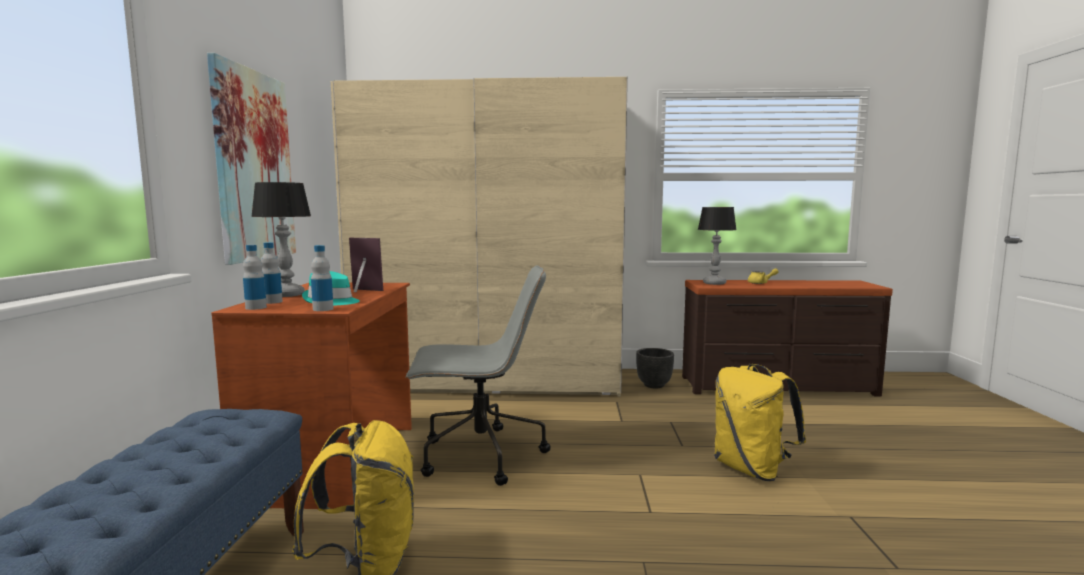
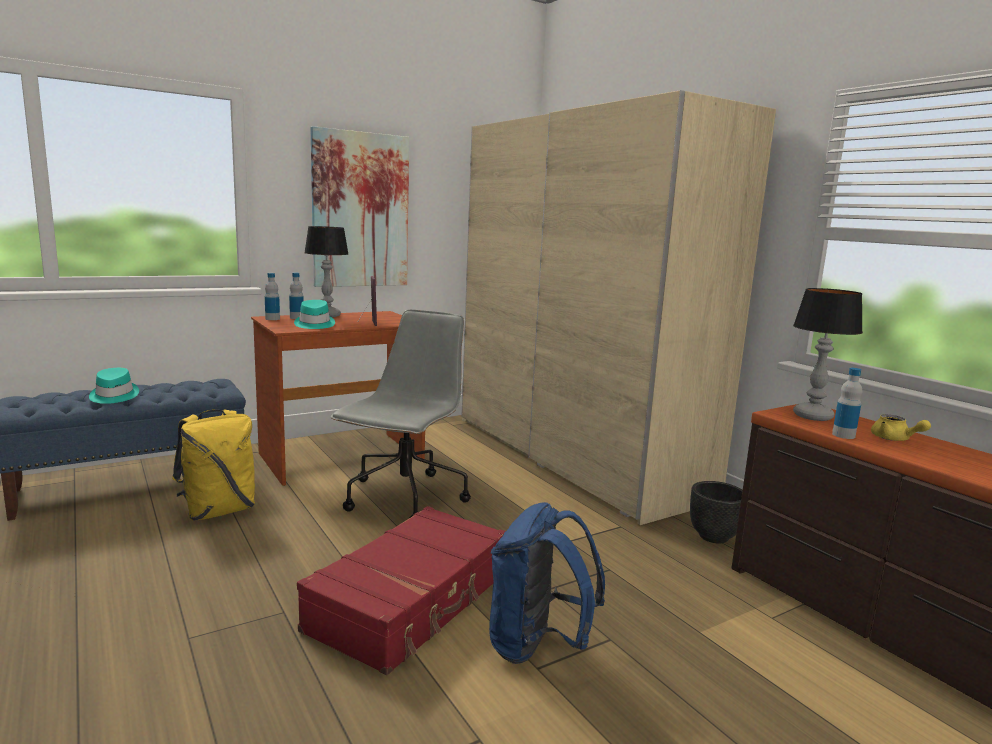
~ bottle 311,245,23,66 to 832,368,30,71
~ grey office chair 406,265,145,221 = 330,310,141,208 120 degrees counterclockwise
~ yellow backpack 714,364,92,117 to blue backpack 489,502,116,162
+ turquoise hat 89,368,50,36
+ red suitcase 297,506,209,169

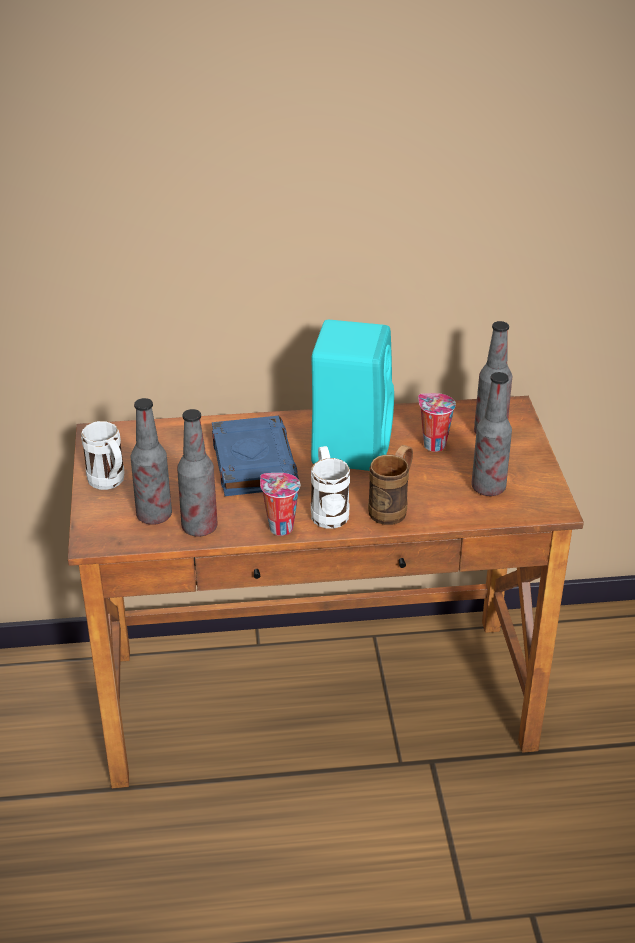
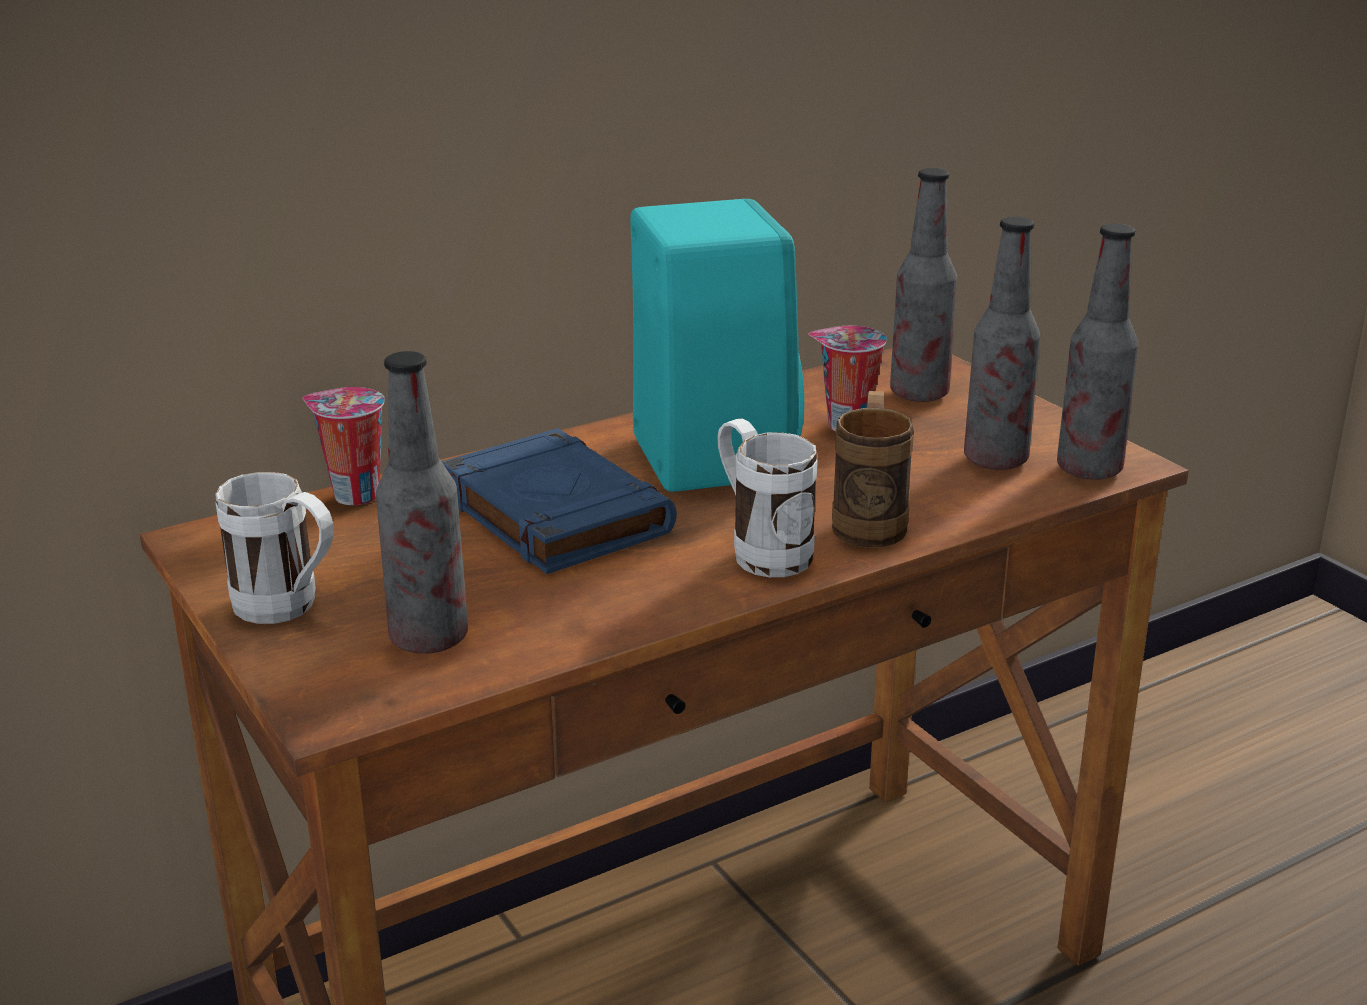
~ bottle 177,409,41,128 to 1057,223,82,257
~ cup 260,473,40,63 to 302,387,83,118

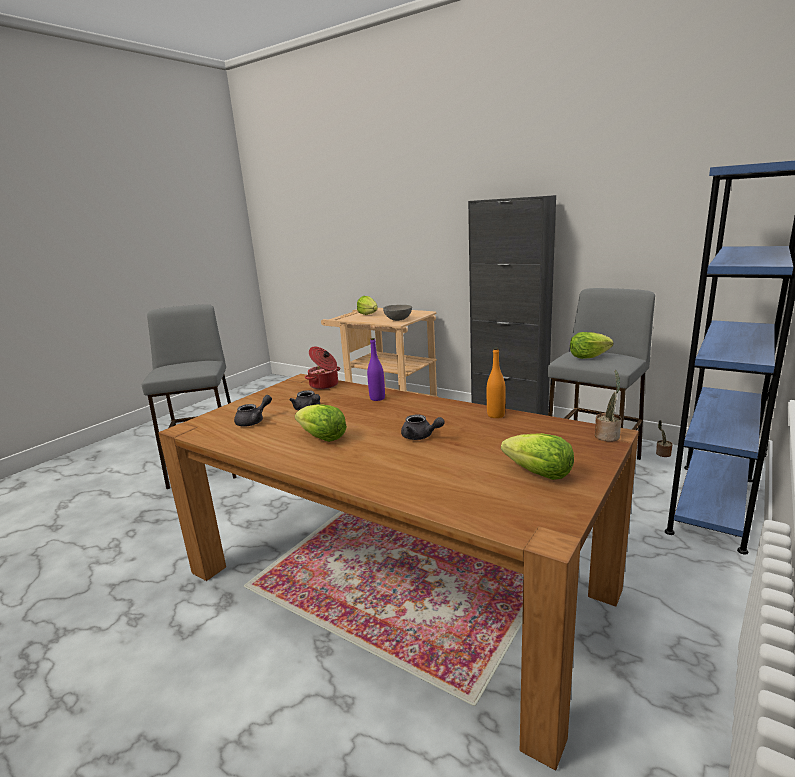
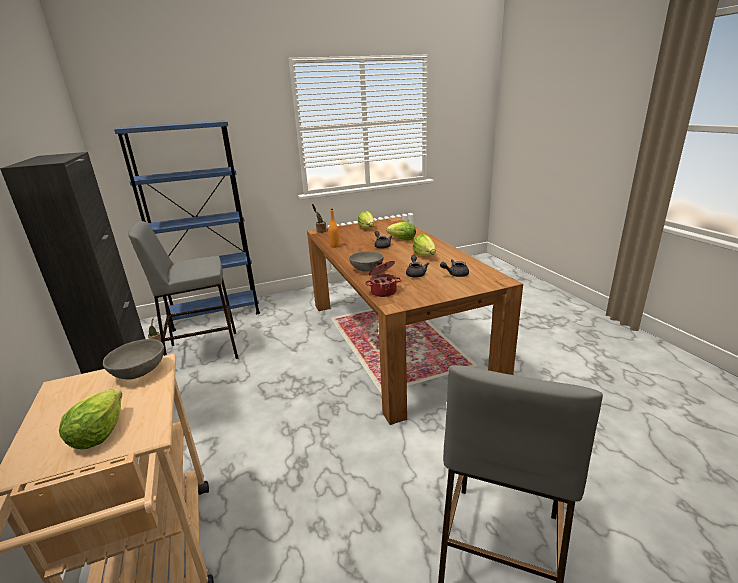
~ purple bottle 367,338,18,63 to grey bowl 349,251,35,21
~ lettuce 570,332,44,27 to 386,222,30,19

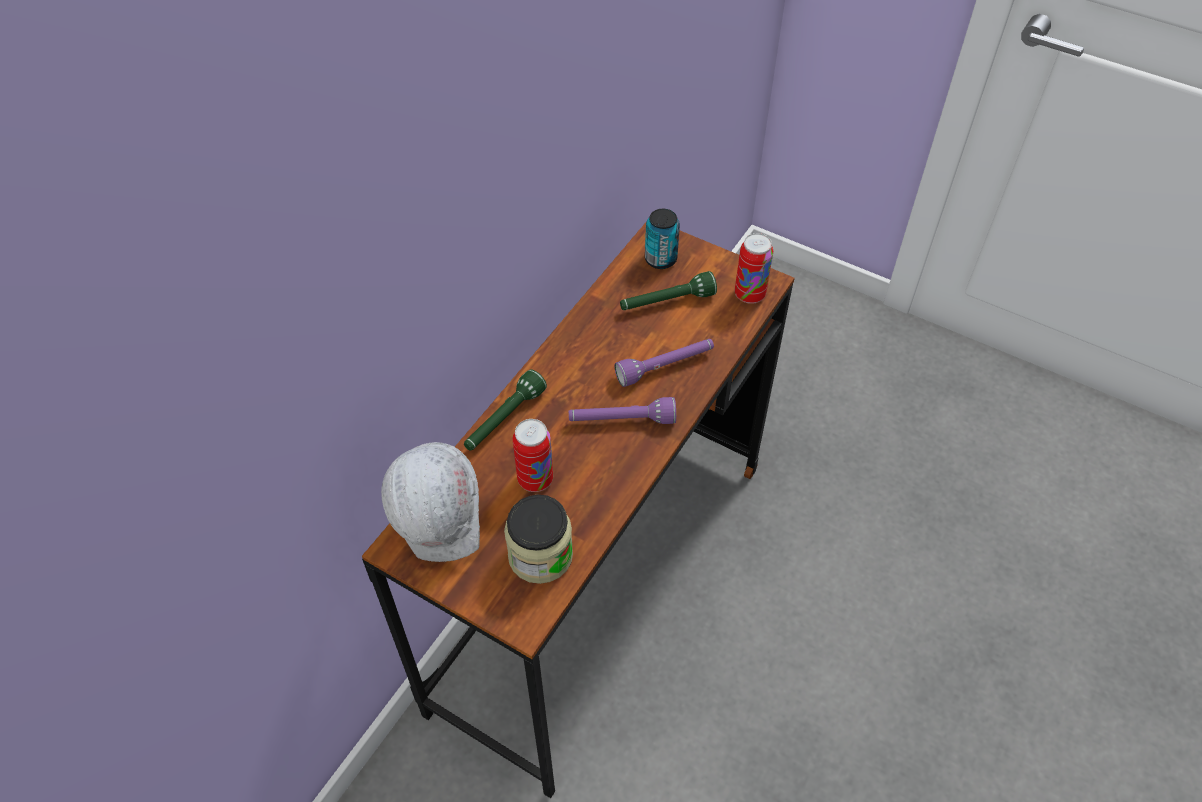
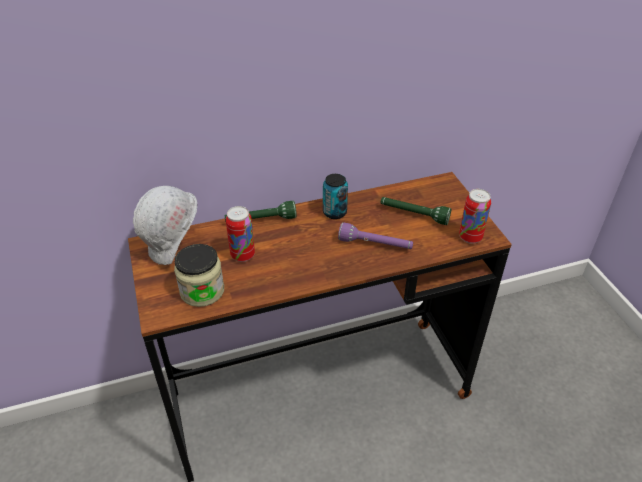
- purple flashlight 569,397,107,27
~ can 645,209,35,60 to 323,174,25,45

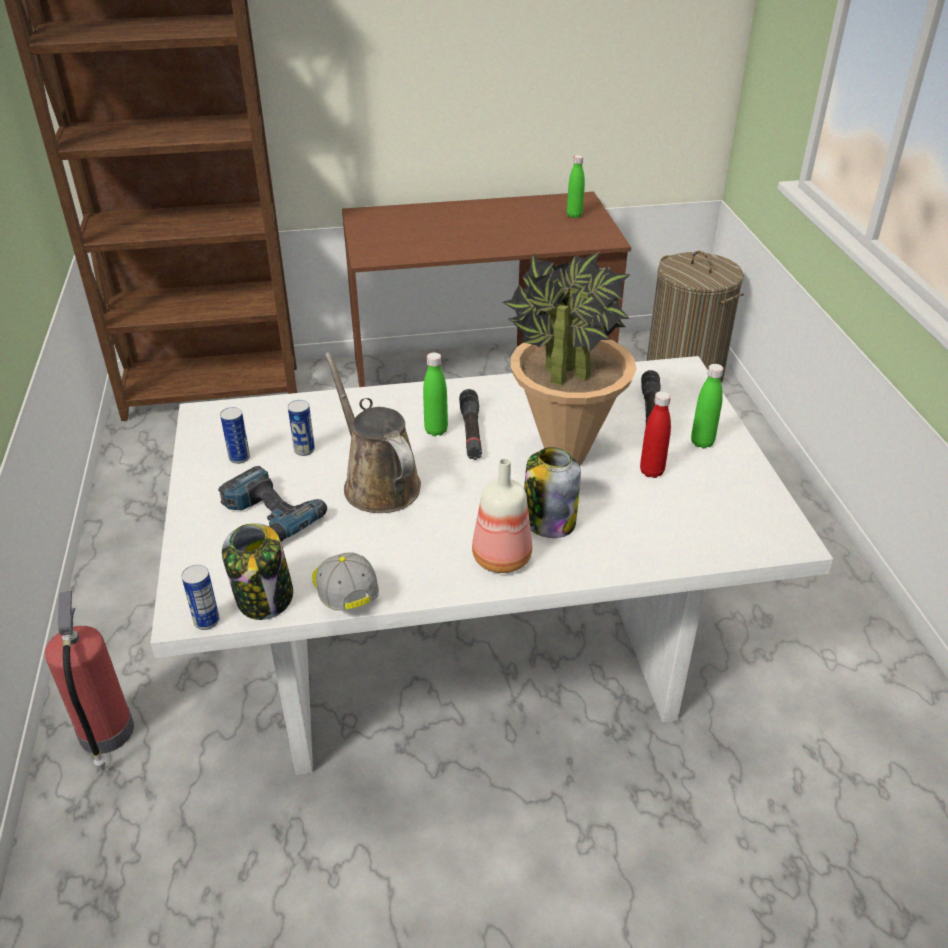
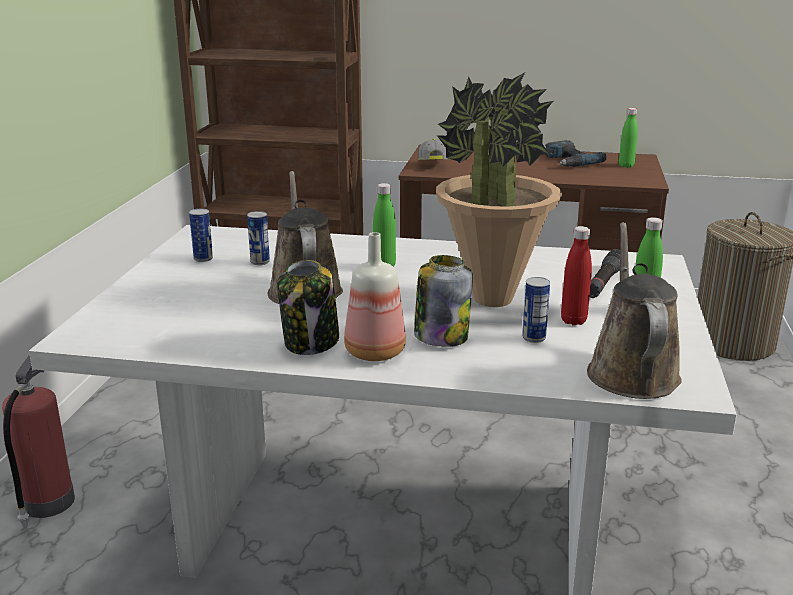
~ can 182,565,38,65 to 522,277,28,66
~ power drill 218,466,109,76 to 545,140,62,27
~ jar 222,523,71,97 to 277,260,62,95
~ cap 312,552,67,59 to 418,139,30,21
- black flashlight 459,389,23,71
+ brown watering can 587,222,95,177

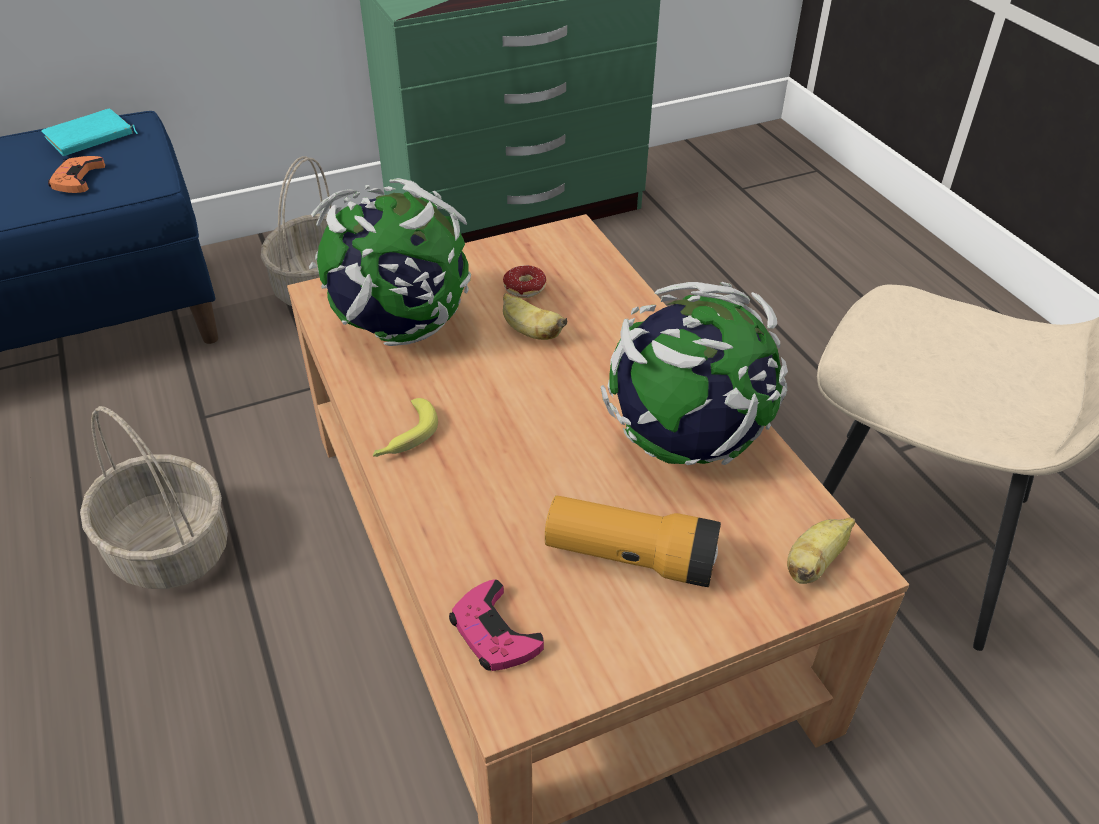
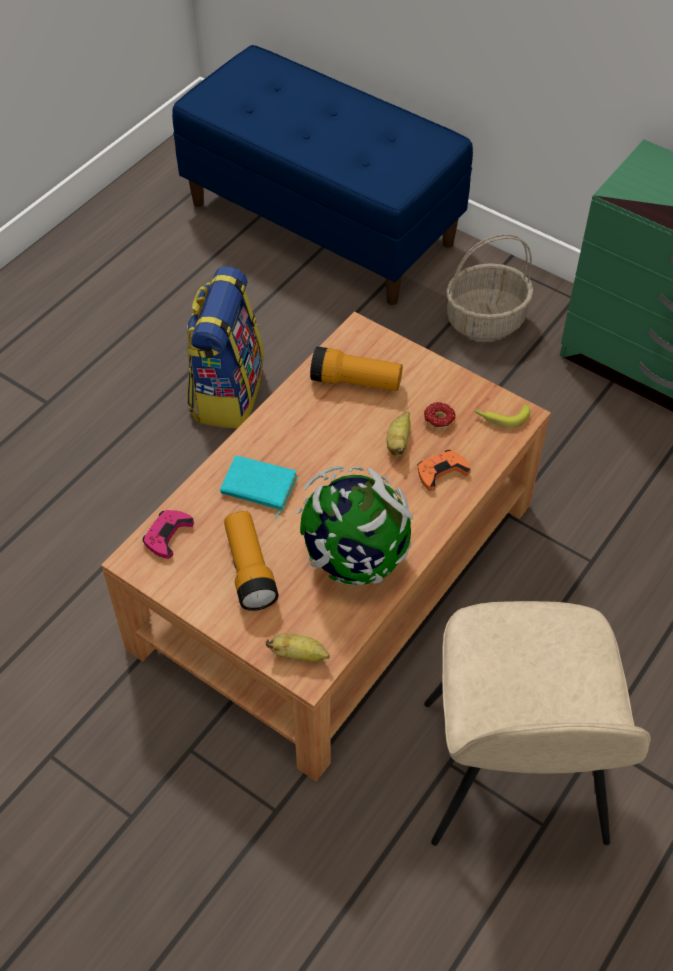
~ turquoise book 42,109,96,47 to 220,456,78,63
~ orange game controller 48,156,57,37 to 417,450,54,41
~ basket 80,406,148,183 to backpack 187,266,77,162
~ globe 309,178,162,168 to flashlight 310,346,92,45
~ banana 373,398,65,59 to 474,404,56,23

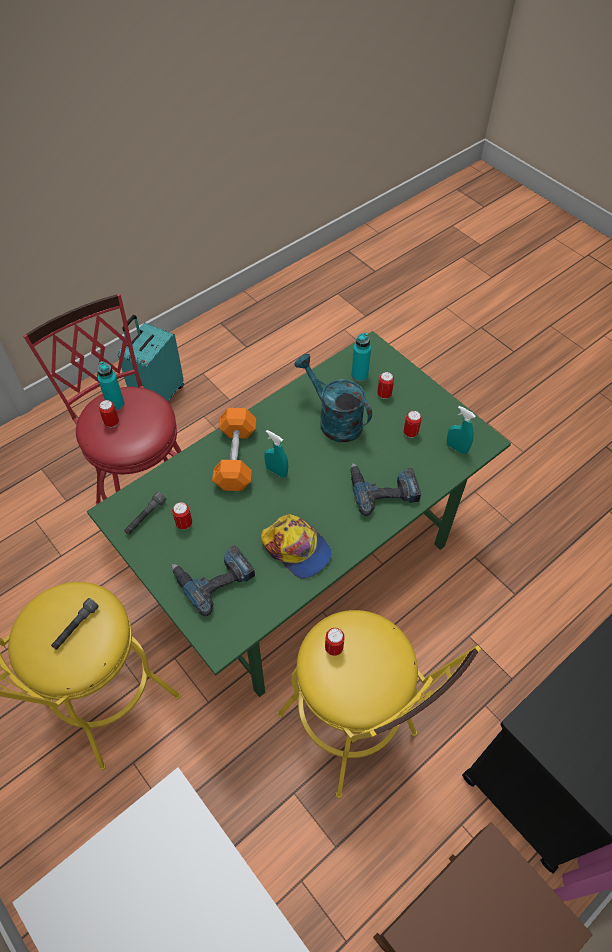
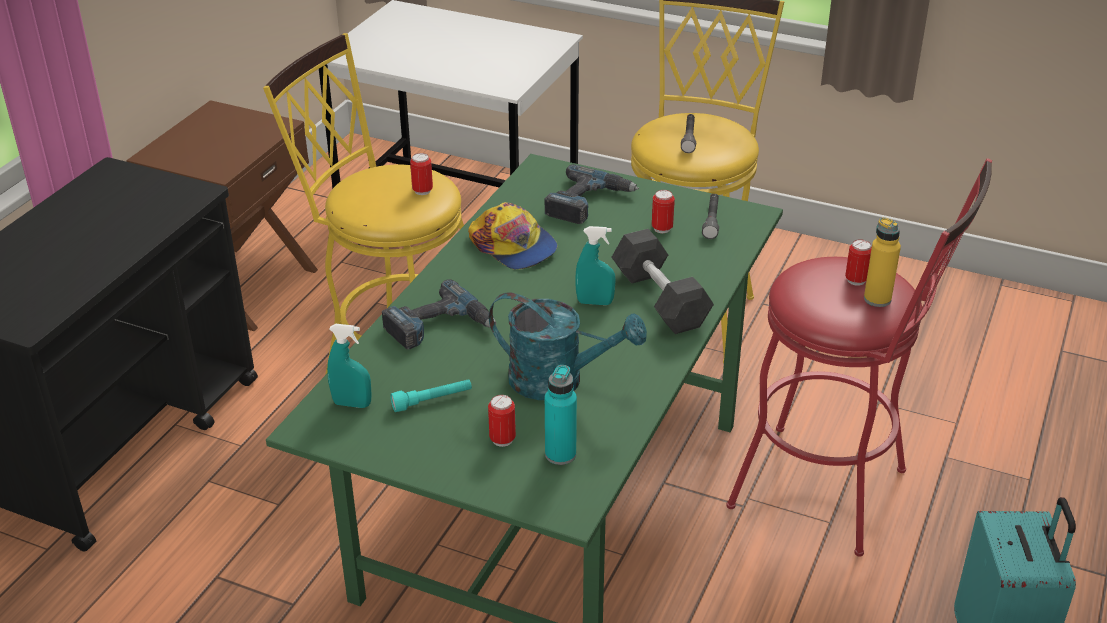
~ turquoise bottle 97,361,27,50 to yellow bottle 864,217,37,90
~ orange dumbbell 212,408,44,83 to grey dumbbell 612,229,102,105
~ cap 261,514,71,65 = 468,202,90,67 150 degrees counterclockwise
~ can 404,410,18,28 to turquoise flashlight 390,379,82,33

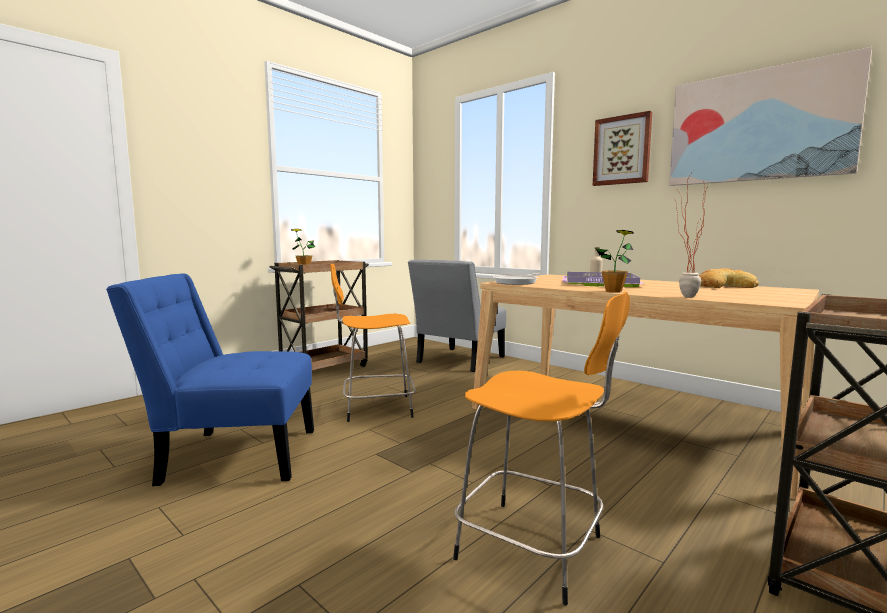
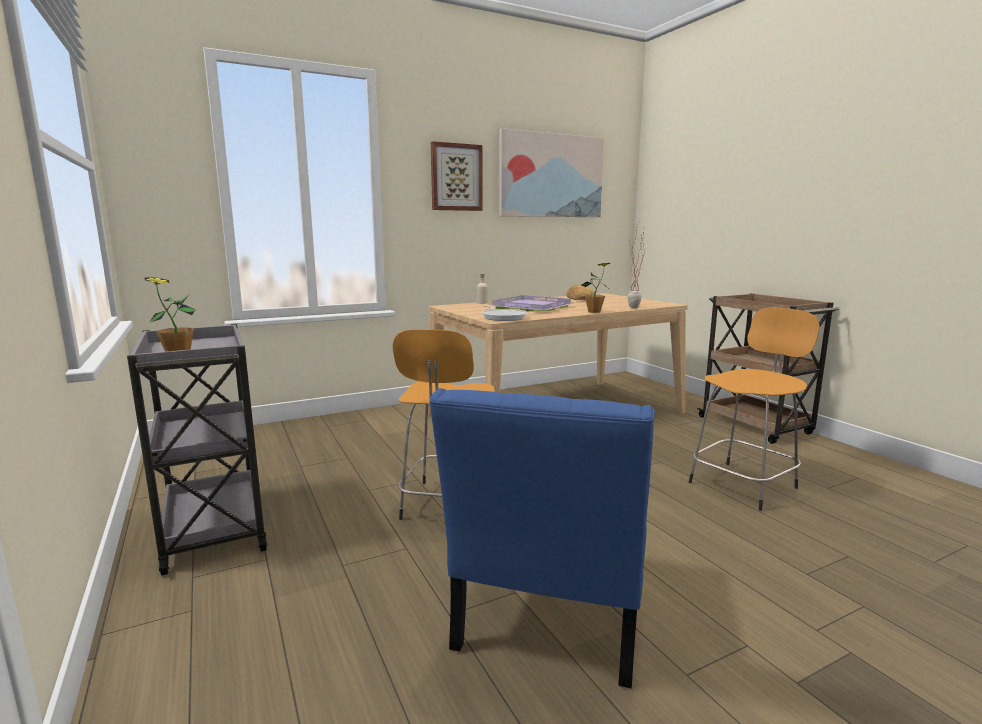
~ brown cart 269,260,100,110 to grey cart 127,324,141,252
- grey chair 408,260,98,112

